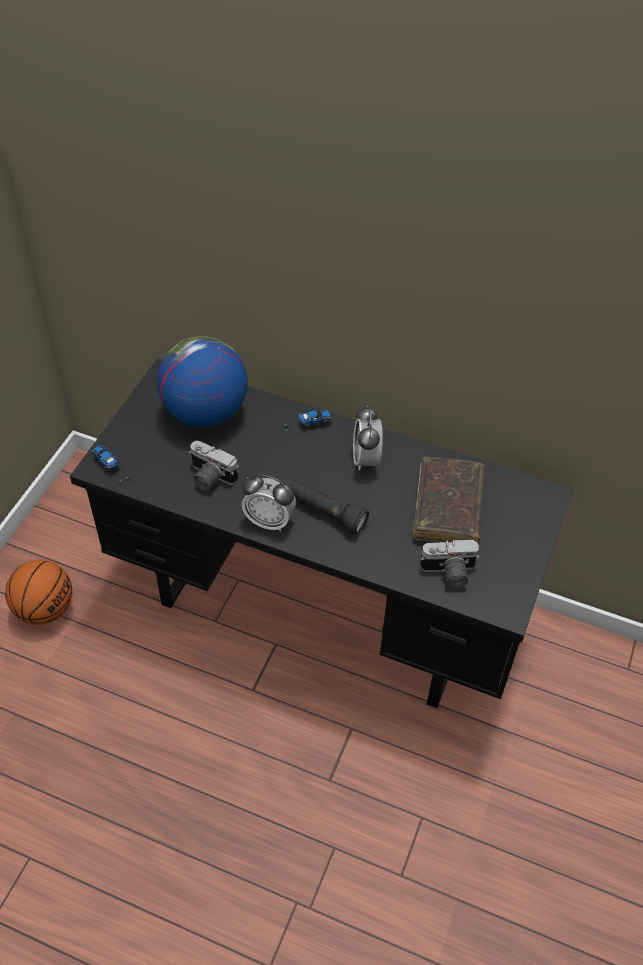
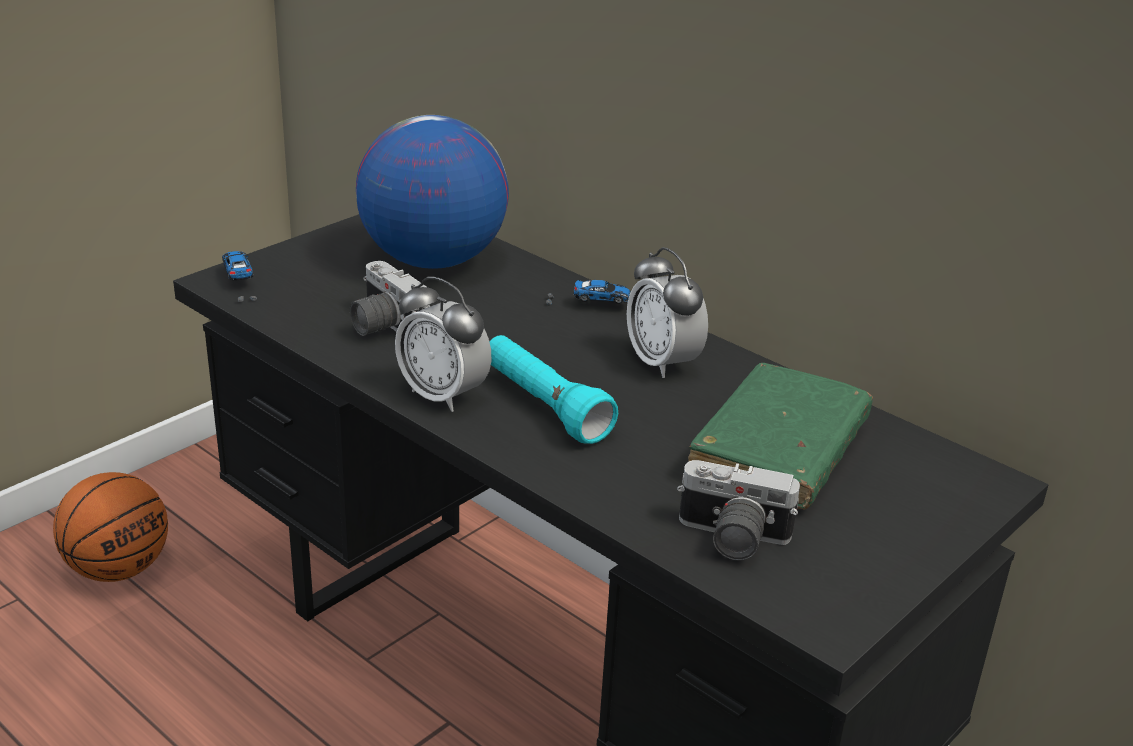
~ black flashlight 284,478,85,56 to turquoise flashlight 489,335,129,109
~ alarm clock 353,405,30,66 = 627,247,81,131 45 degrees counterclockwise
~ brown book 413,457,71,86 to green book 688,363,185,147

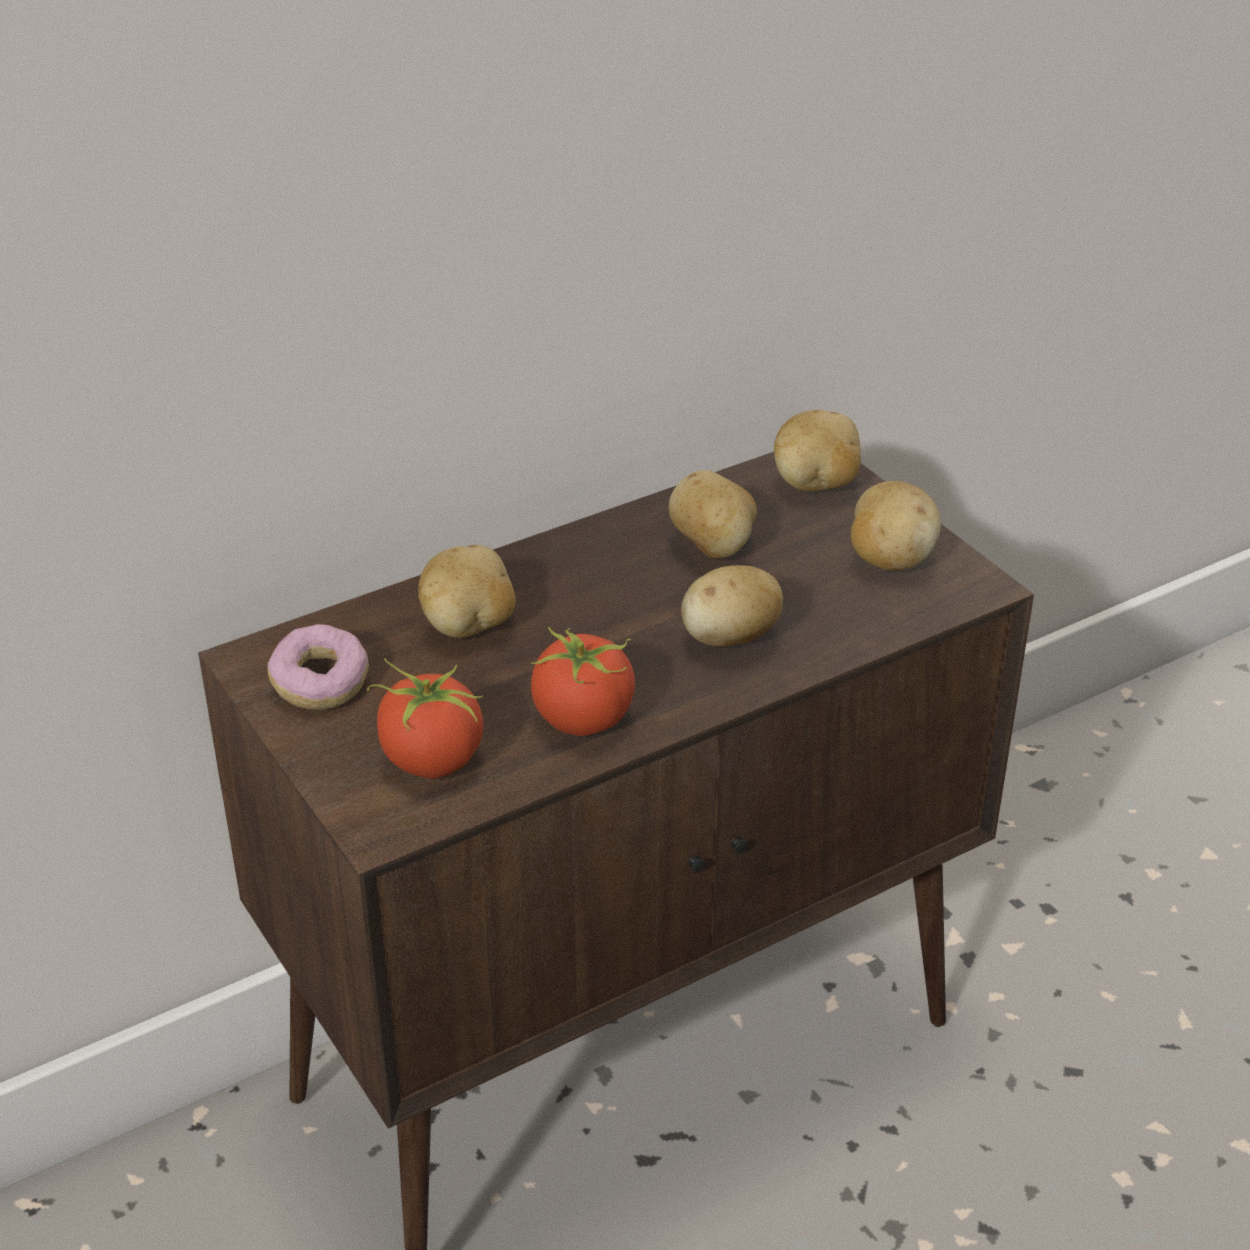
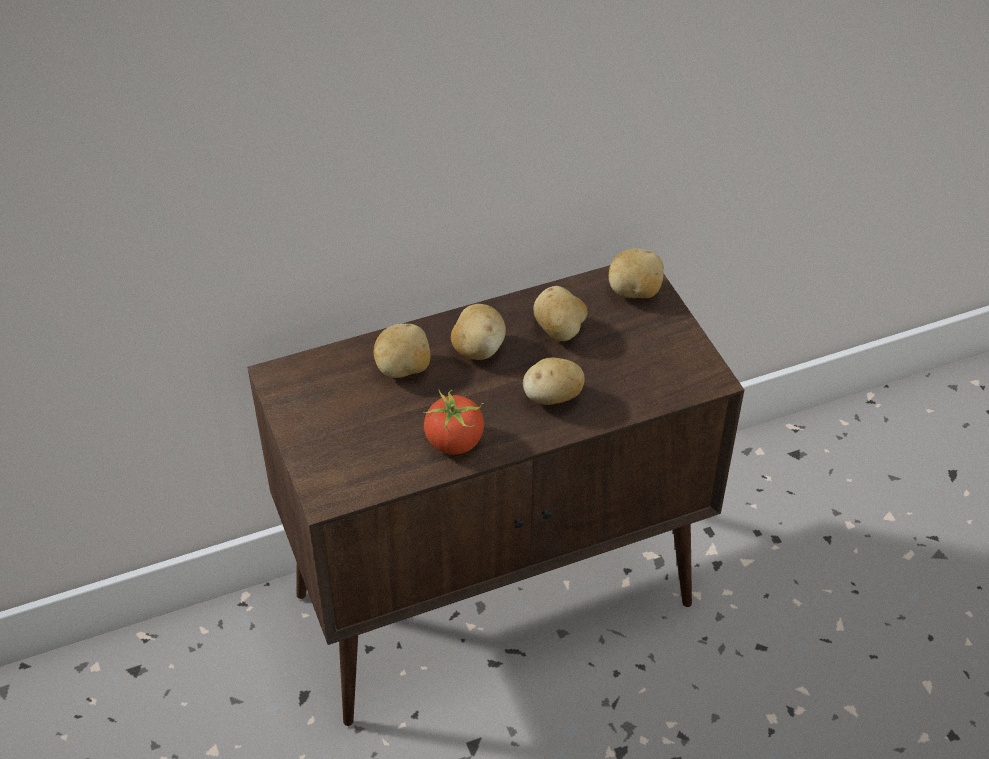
- donut 267,624,102,86
- tomato 367,658,116,121
~ potato 851,481,90,90 to 451,304,55,56

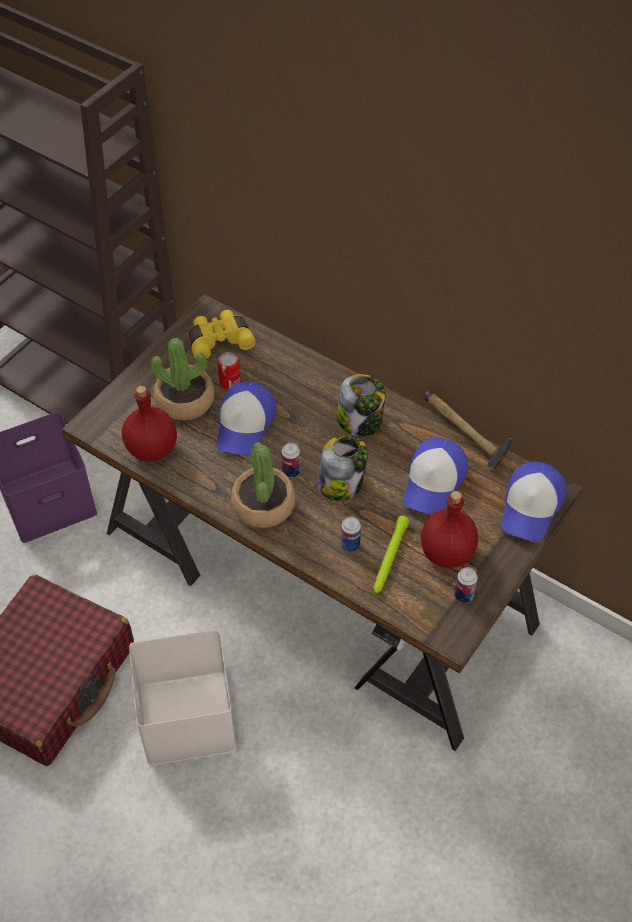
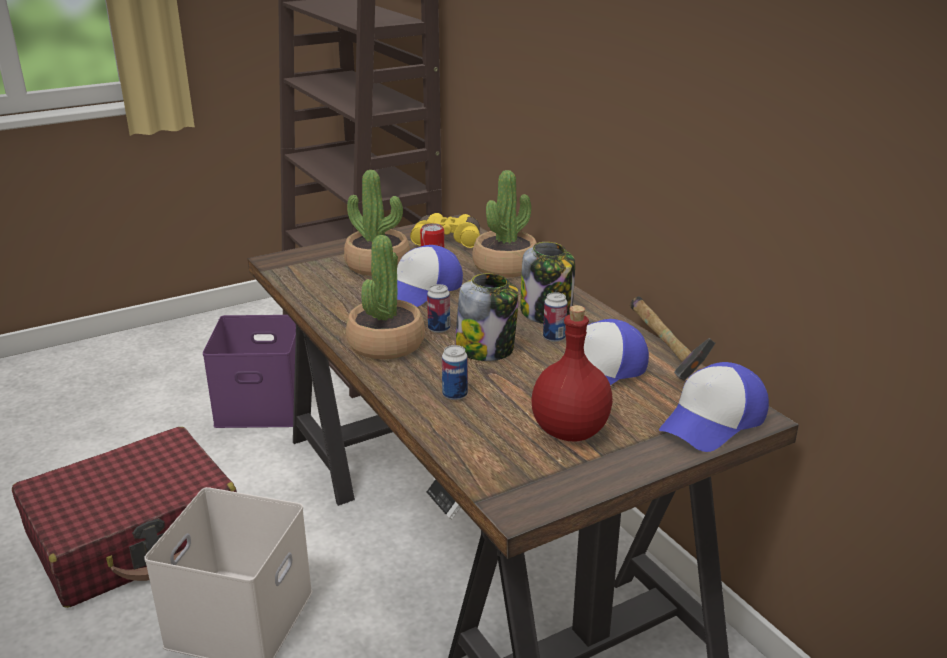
- red bottle 122,386,55,76
- green flashlight 373,516,37,77
~ can 454,567,24,36 to 543,292,25,50
+ potted plant 472,170,65,108

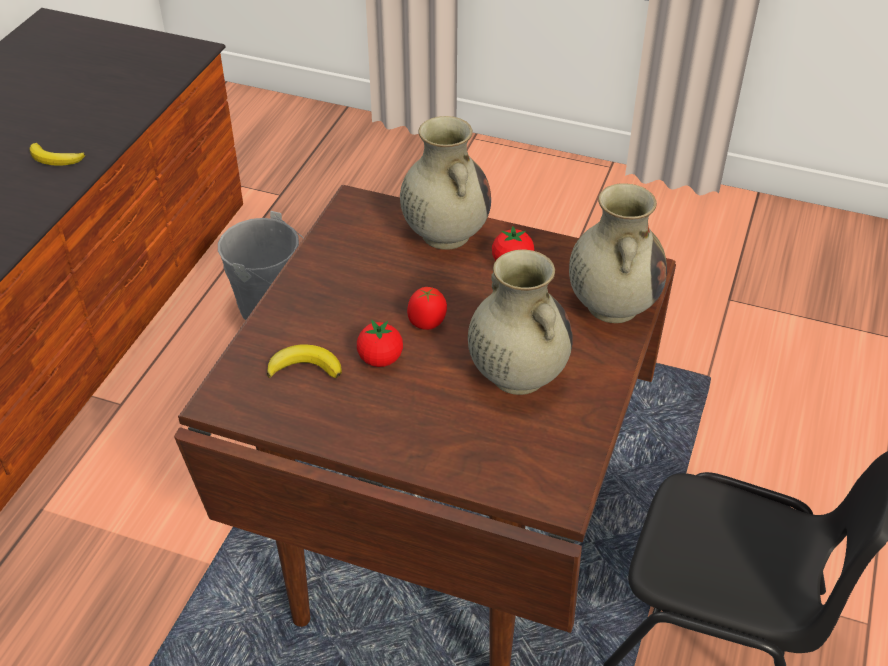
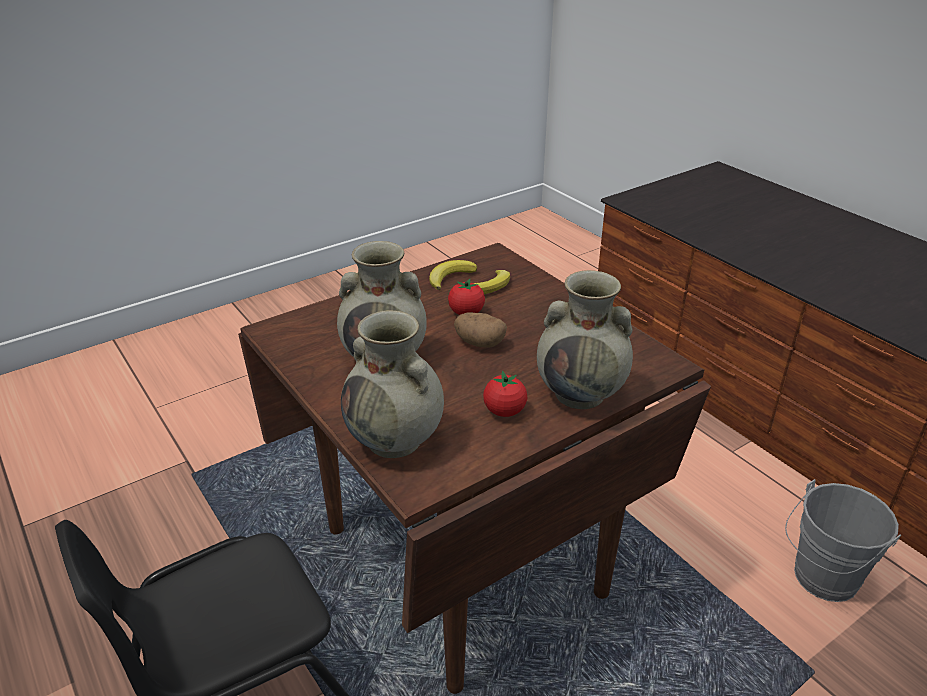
~ banana 30,143,55,23 to 429,260,48,30
~ tomato 407,287,40,43 to potato 454,312,53,35

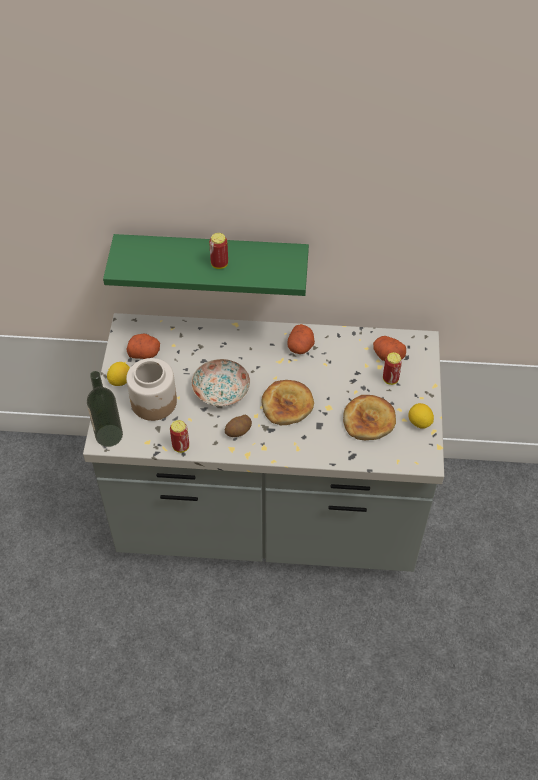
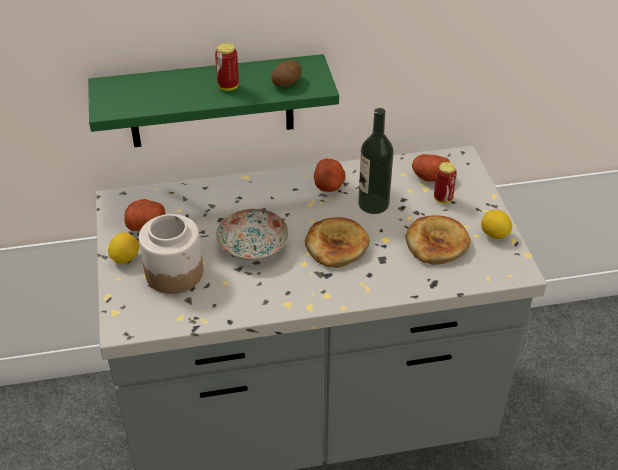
~ bottle 87,371,36,76 to 358,108,36,106
- can 170,420,19,33
~ potato 225,415,27,22 to 271,60,31,27

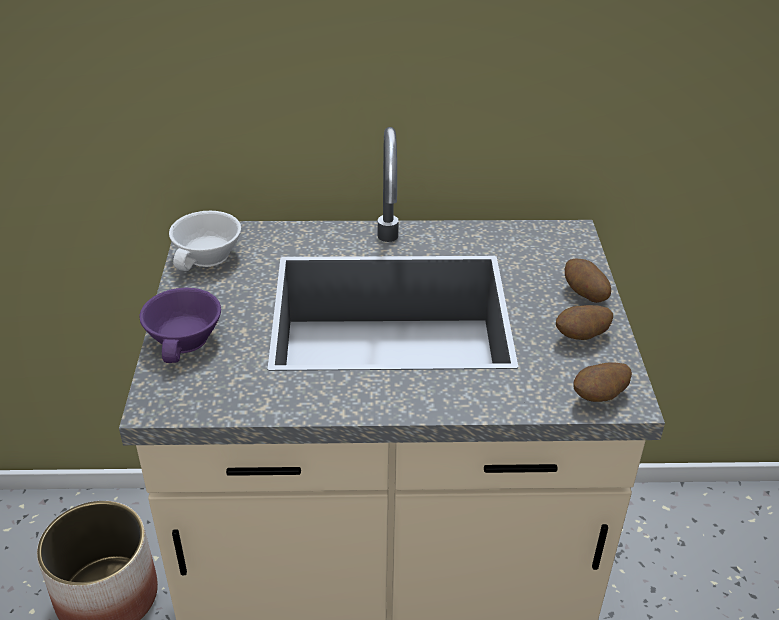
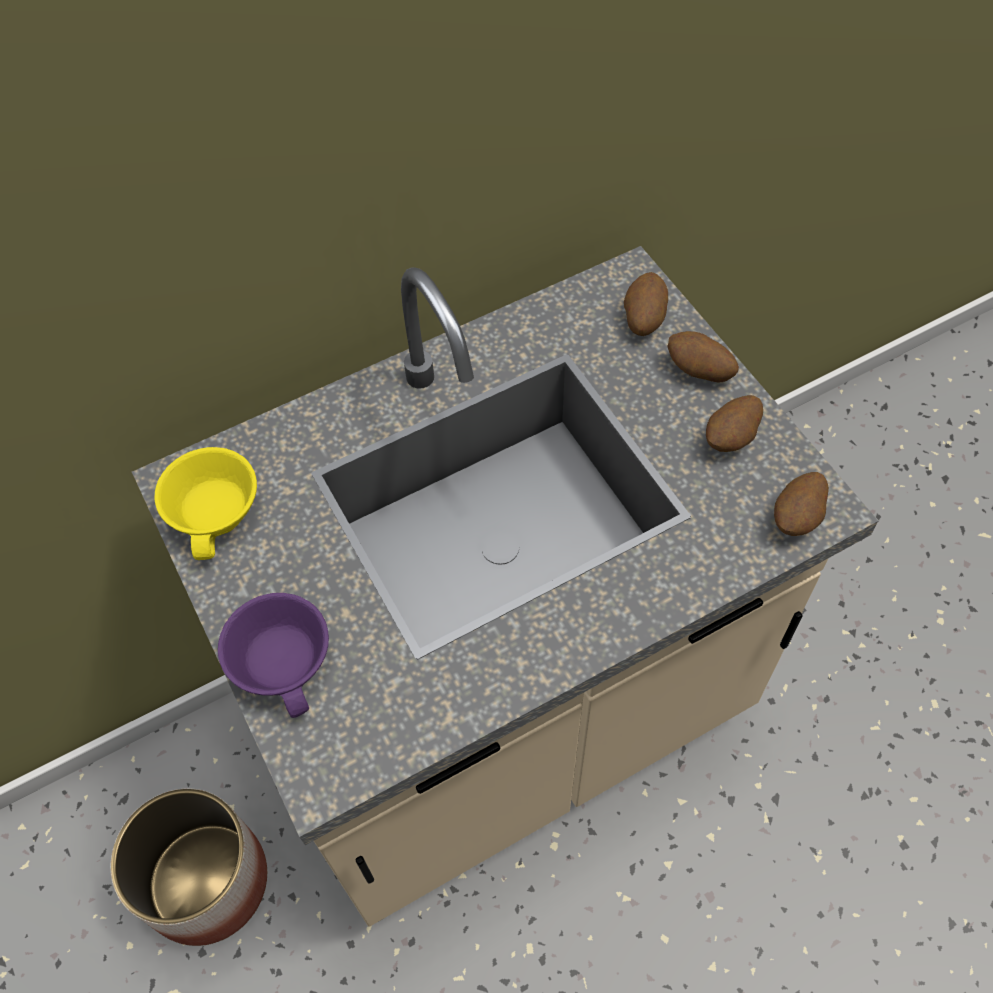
~ white cup 169,211,72,60 to yellow cup 154,447,103,113
+ potato 624,272,44,64

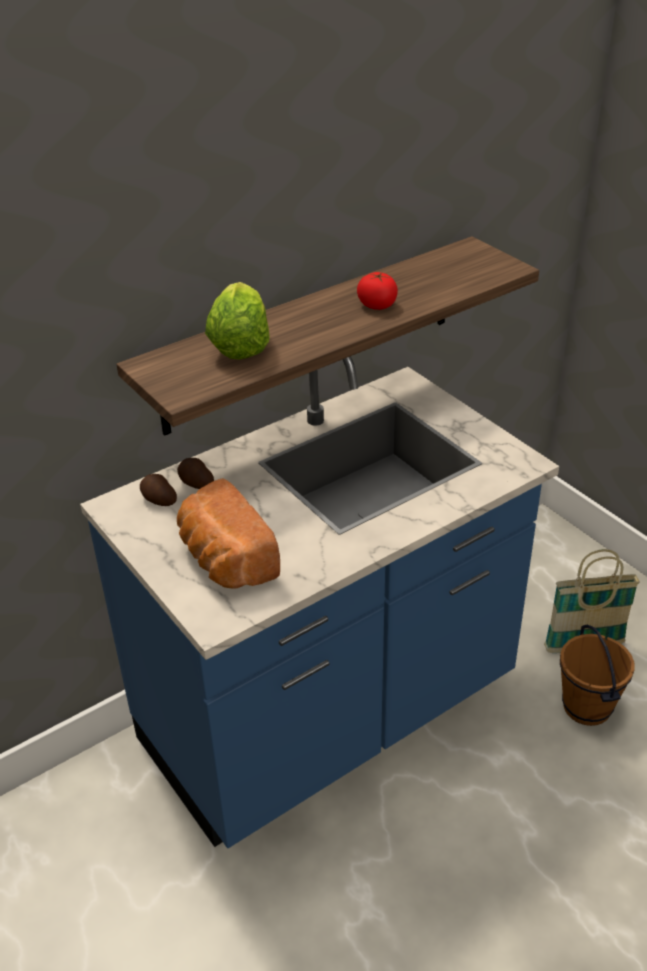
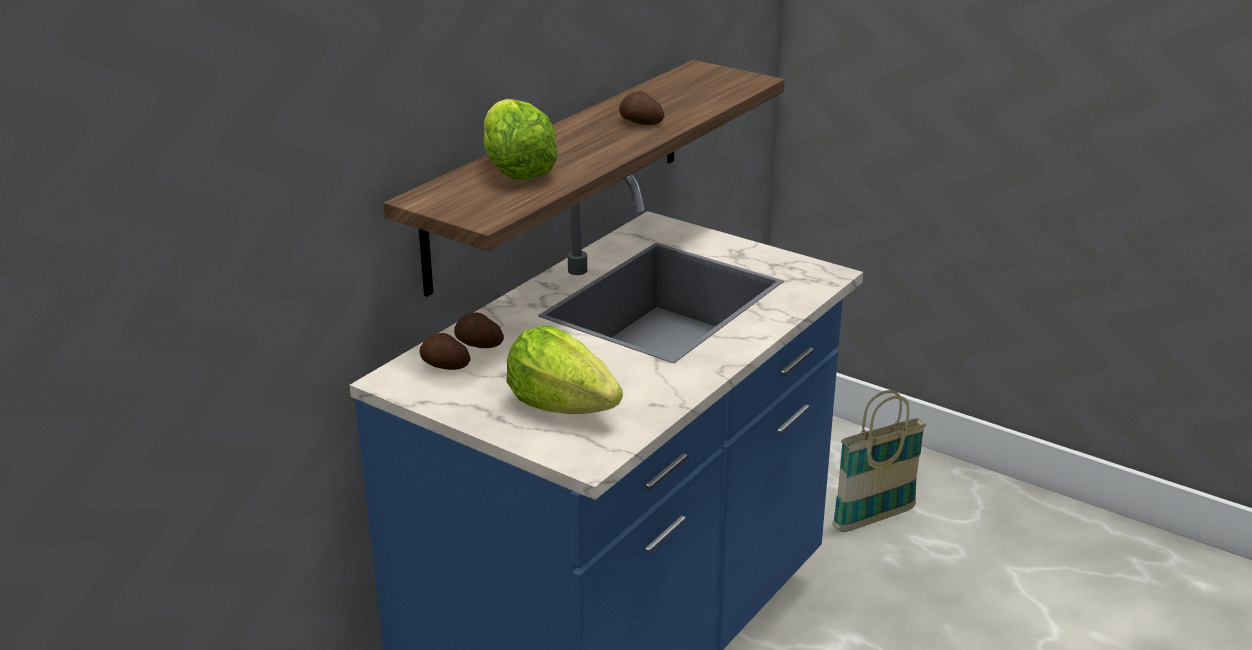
~ bread 177,478,103,111 to lettuce 506,325,117,89
~ tomato 357,272,41,38 to potato 619,91,45,34
- brown bucket 560,625,75,101

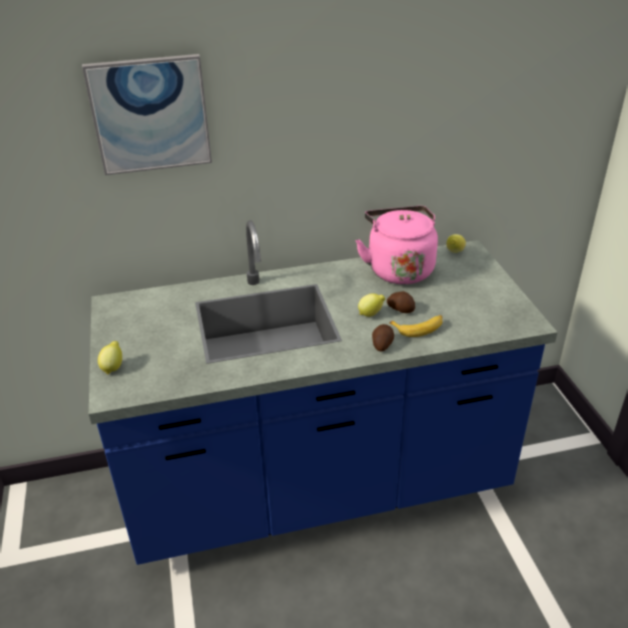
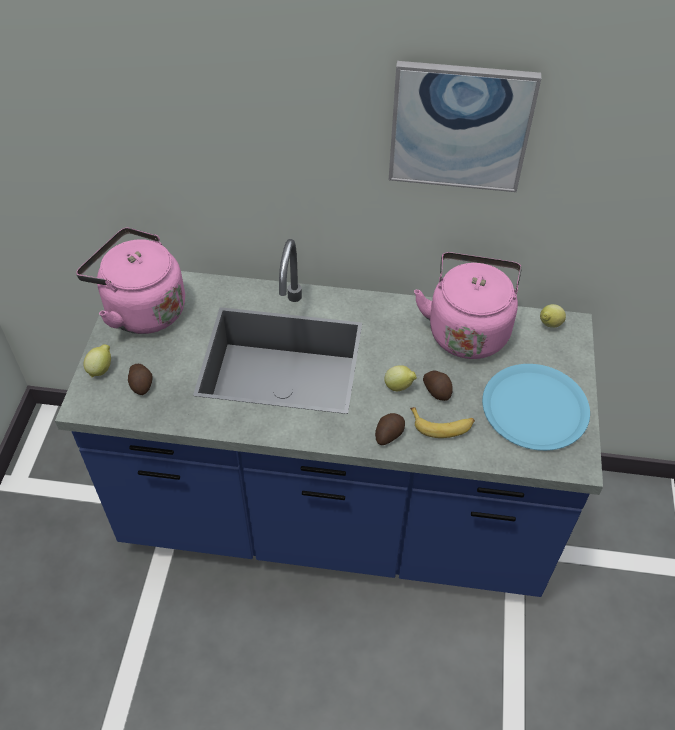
~ picture 82,54,130,121 to 389,61,152,131
+ pink kettle 76,227,109,107
+ potato 128,364,25,31
+ blue plate 482,364,108,87

